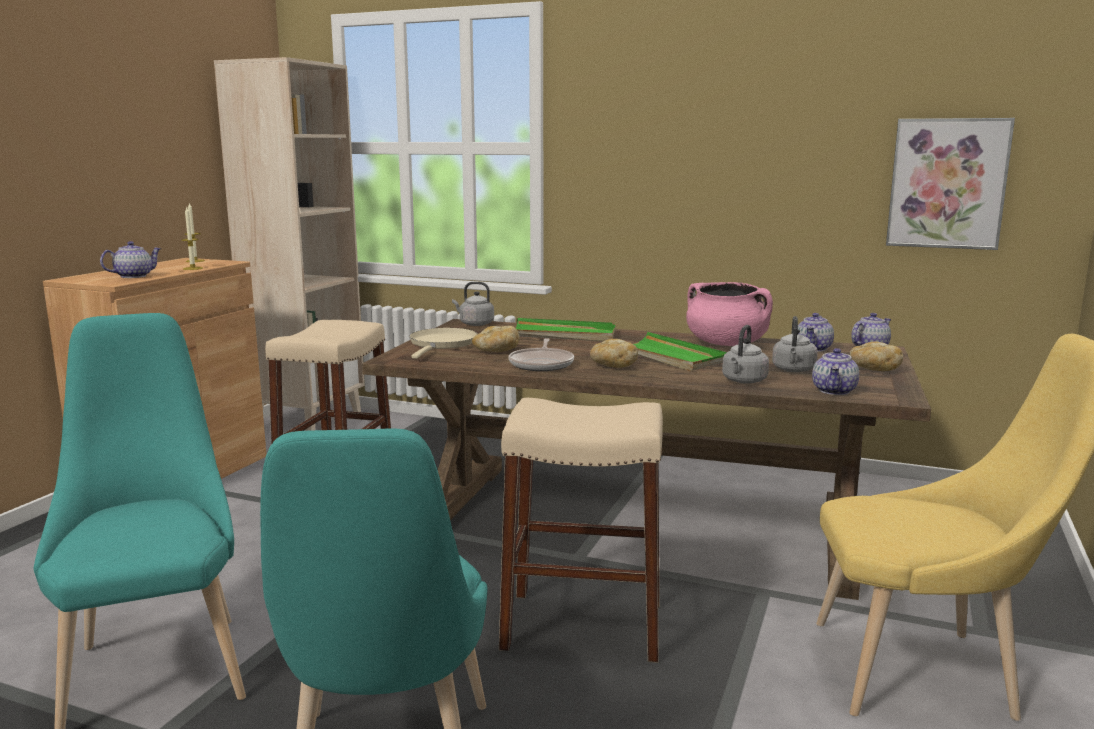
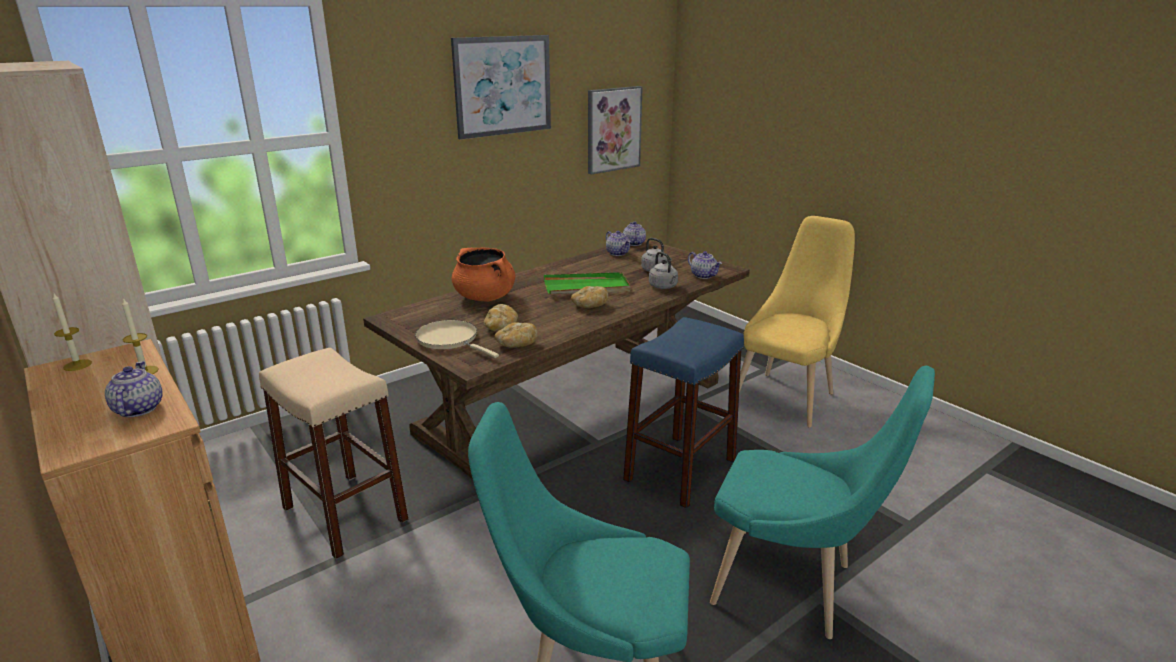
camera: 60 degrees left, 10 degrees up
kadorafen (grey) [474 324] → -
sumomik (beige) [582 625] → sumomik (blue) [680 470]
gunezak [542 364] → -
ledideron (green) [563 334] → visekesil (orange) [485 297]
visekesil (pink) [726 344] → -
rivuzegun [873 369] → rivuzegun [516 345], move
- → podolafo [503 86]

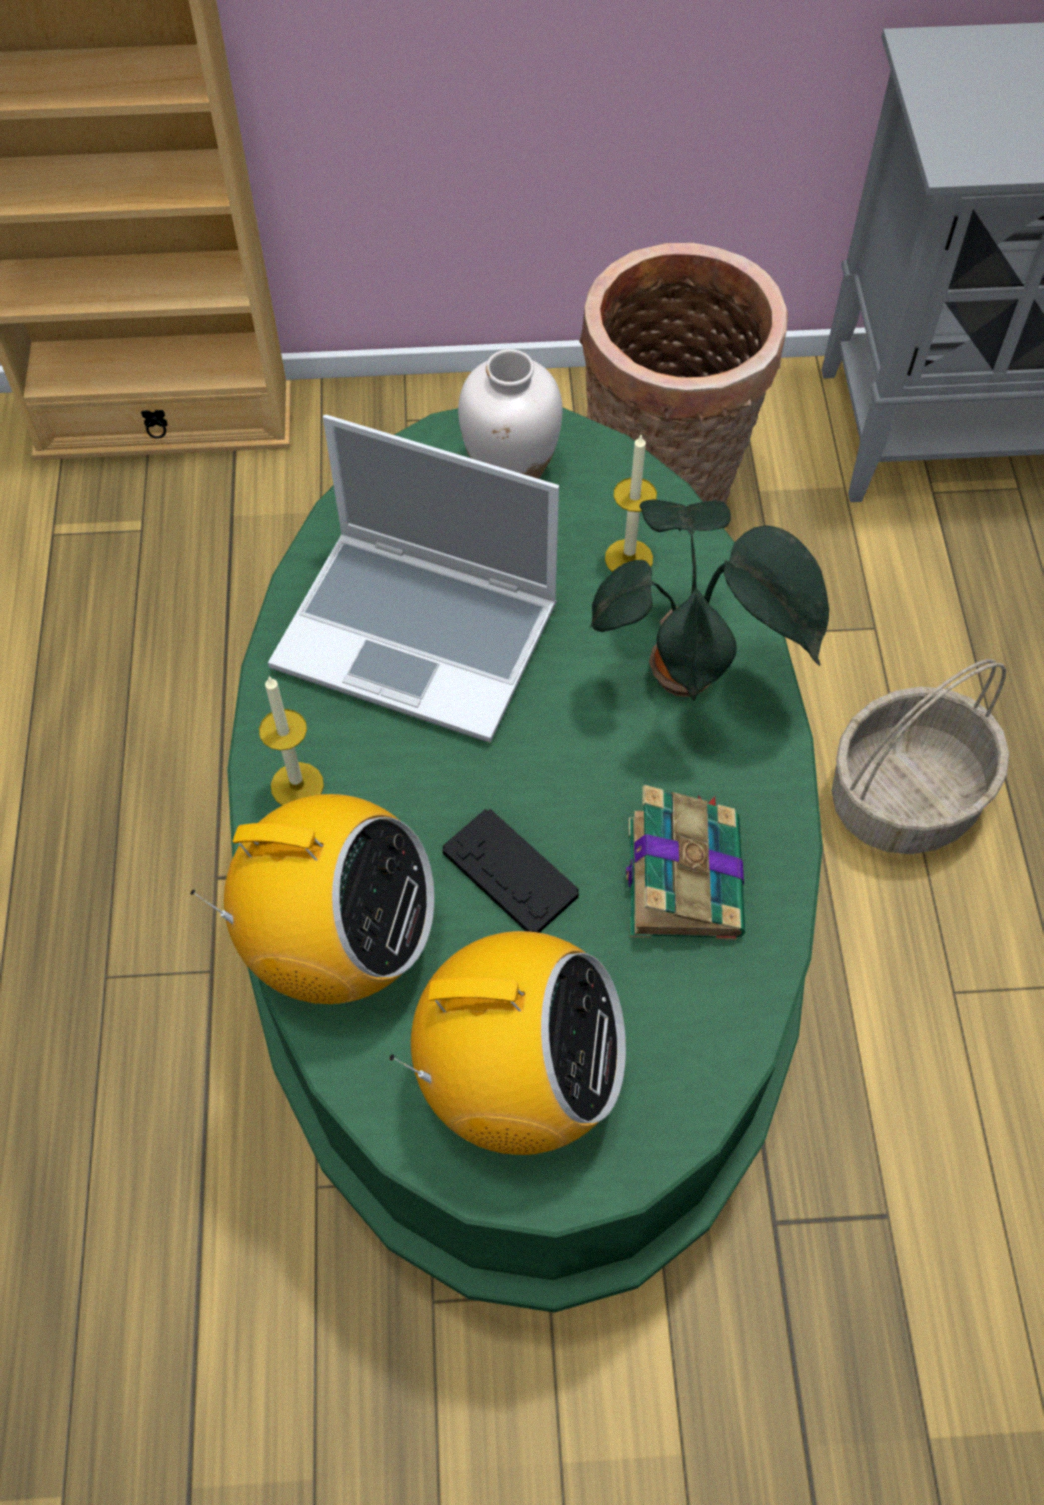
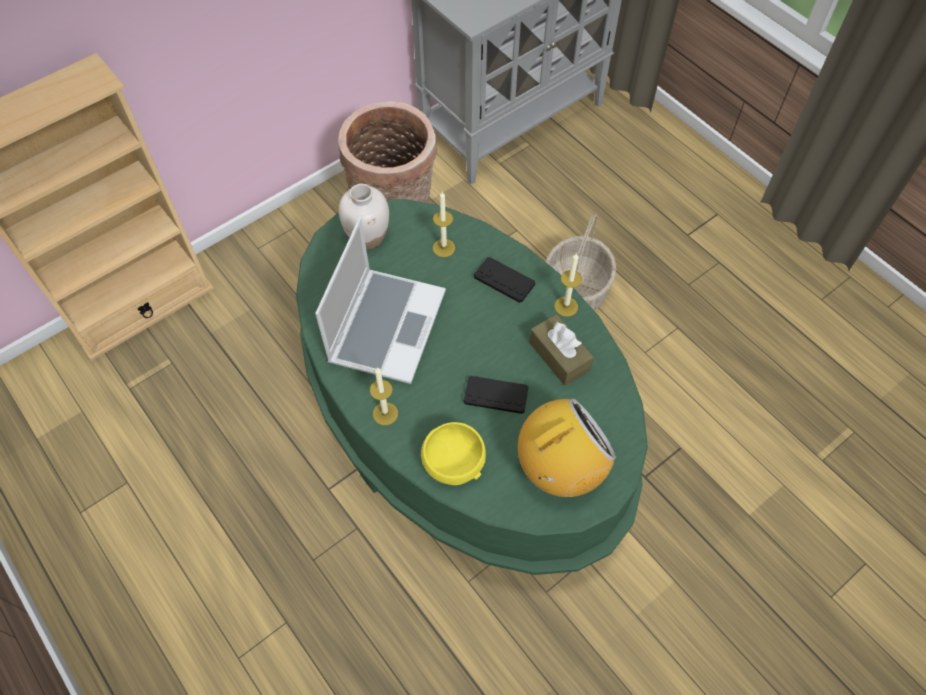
camera: 35 degrees left, 0 degrees up
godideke [339 944] → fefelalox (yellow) [453 463]
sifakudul [421 636] → sifakudul [386 325], 60 degrees counterclockwise
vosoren [691 677] → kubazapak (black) [504 280]
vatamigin [683 874] → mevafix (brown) [559 356]
- → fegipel [566 306]

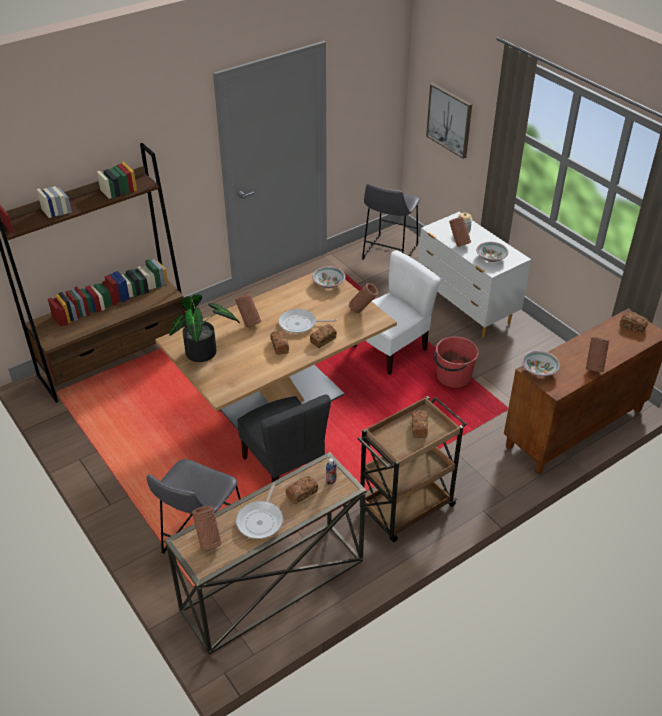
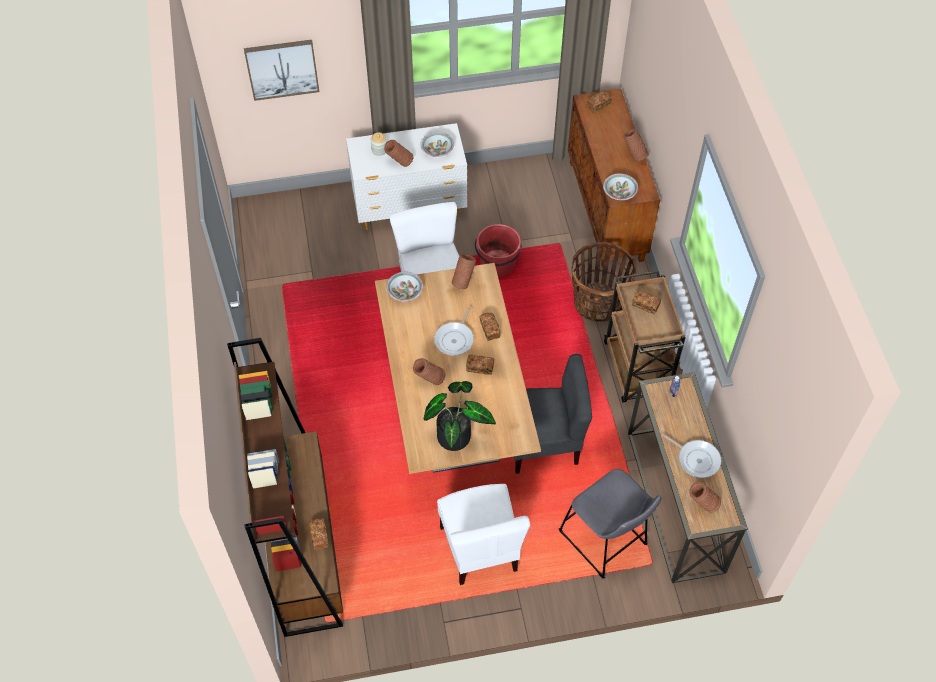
camera: 65 degrees left, 15 degrees up
rivuzegun [302 493] → rivuzegun [319 536], move
sumomik (grey) [388 253] → -
- → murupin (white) [480 548]
- → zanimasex [598 303]

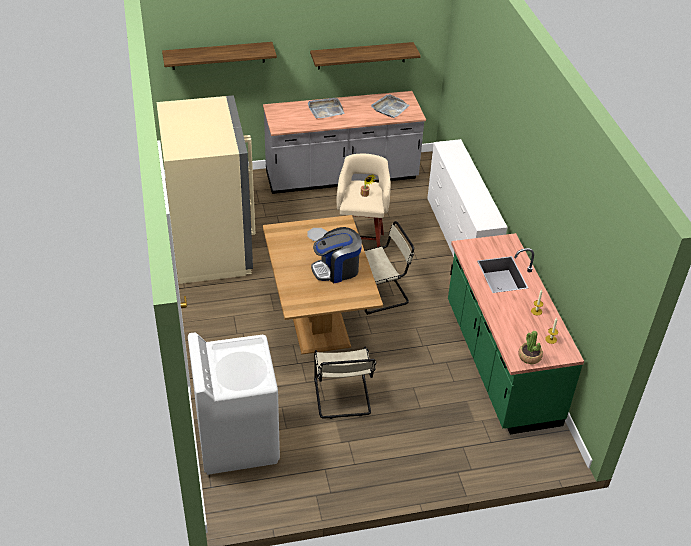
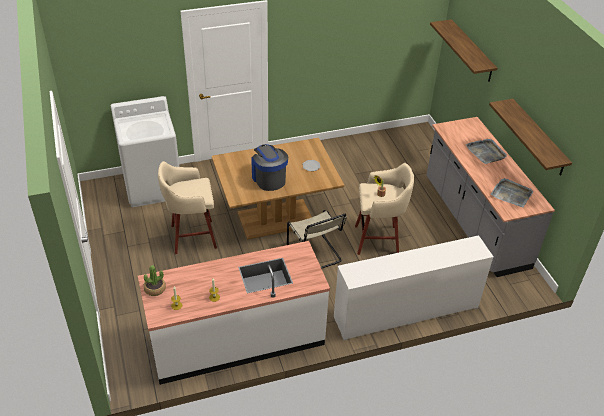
camera: 85 degrees right, 0 degrees up
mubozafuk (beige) [211 247] → -
murupin (beige) [342 398] → sumomik (beige) [191 237]
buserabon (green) [500 362] → buserabon (white) [236 339]

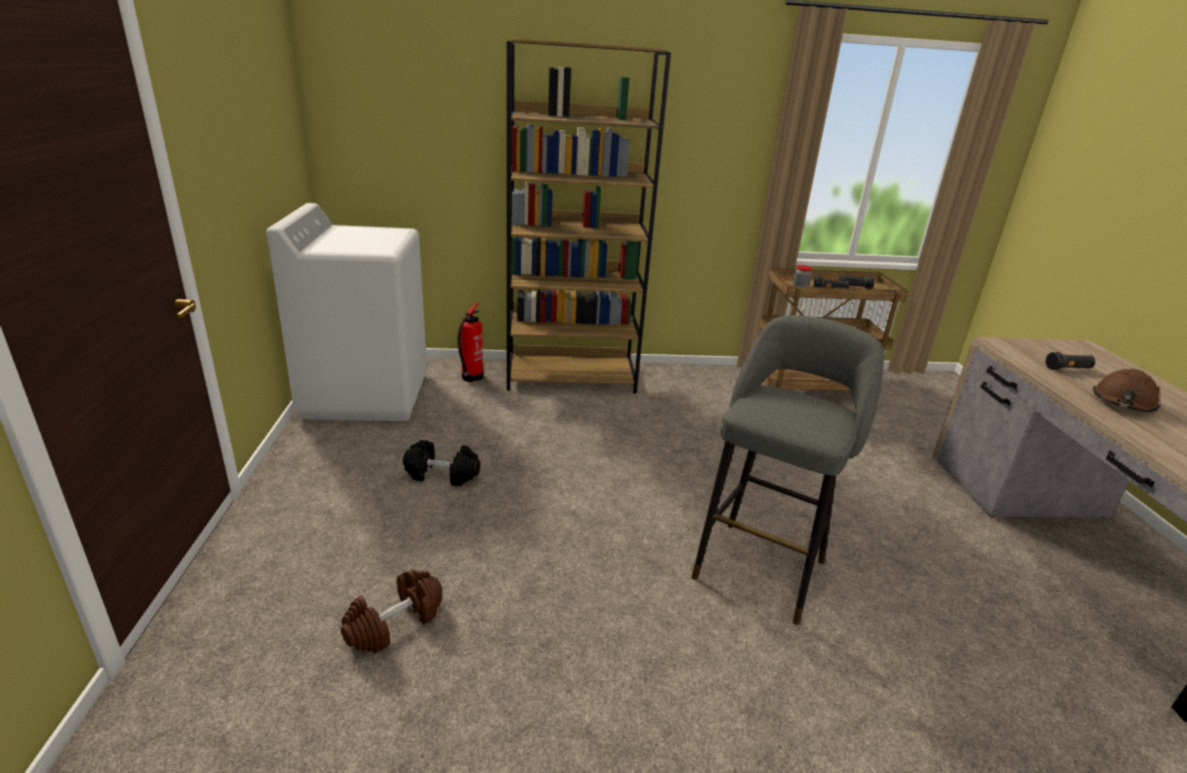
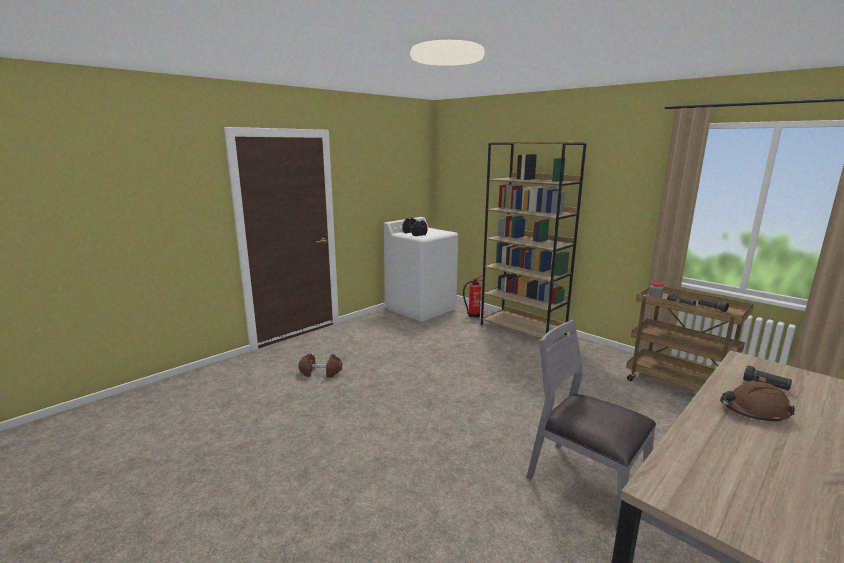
camera: 50 degrees right, 10 degrees down
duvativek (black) [442 475] → duvativek (black) [415 234], move
sumomik (grey) [762 565] → -
- → murupin (grey) [585 480]

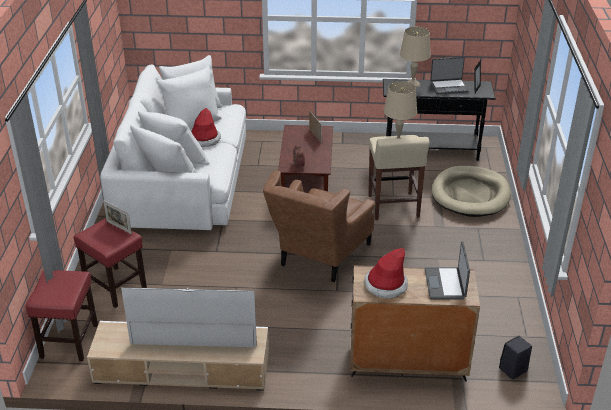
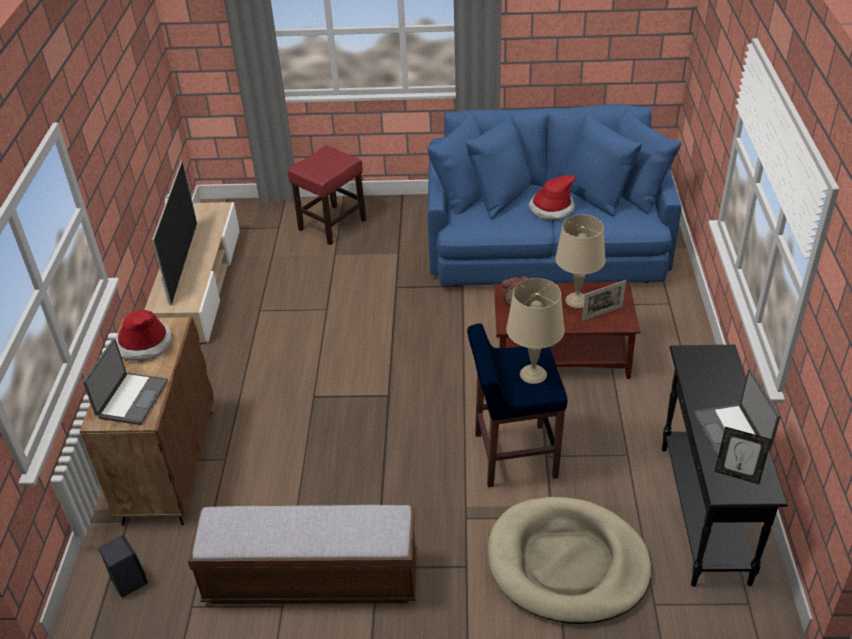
camera: 90 degrees right, 5 degrees up
sumomik (red) [69 340] → -
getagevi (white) [182 180] → getagevi (blue) [546 243]
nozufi [119 227] → -
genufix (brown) [319 258] → -
sumomik (beige) [393 207] → sumomik (blue) [513 455]
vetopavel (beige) [412 84] → vetopavel (beige) [577 300], move
sifakudul [446 284] → sifakudul [131 399], 105 degrees clockwise
- → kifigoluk [311 579]

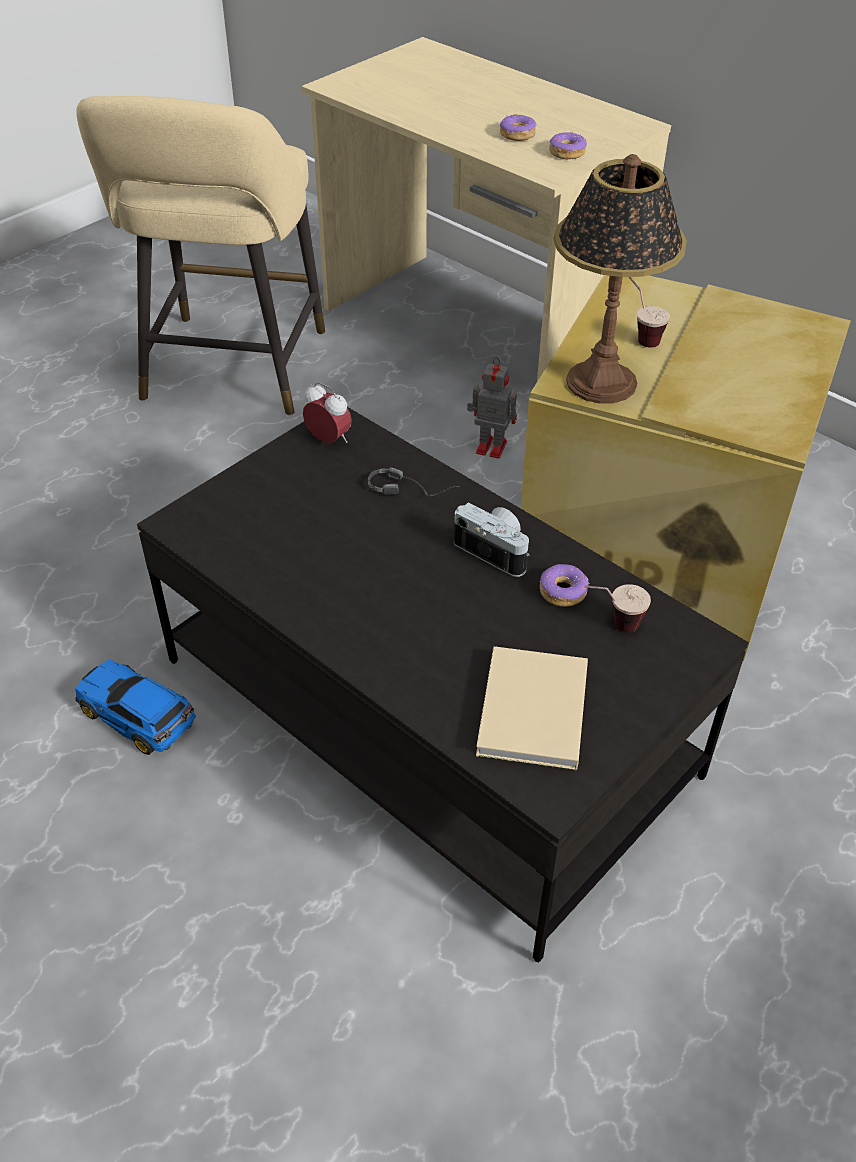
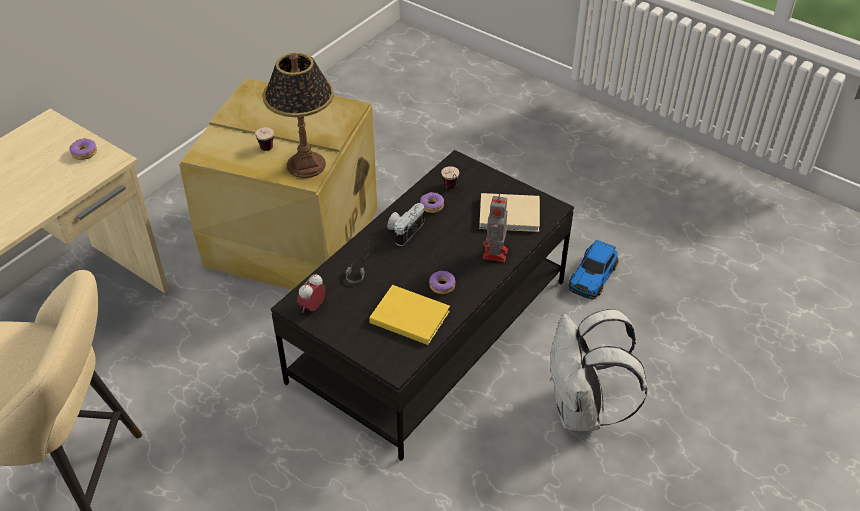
camera: 95 degrees left, 0 degrees up
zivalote [138 716] → zivalote [593 275], move
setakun [489 446] → setakun [495 254], move
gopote [517 135] → gopote [442 286], move
- → vatamigin (yellow) [408 315]
- → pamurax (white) [582 411]

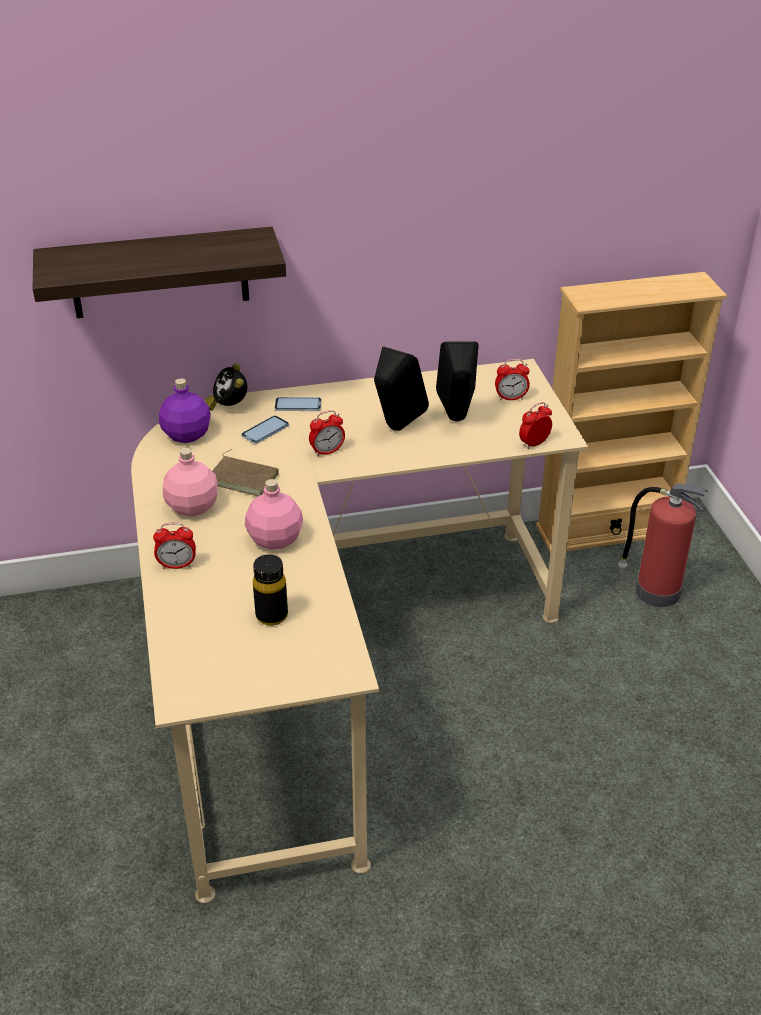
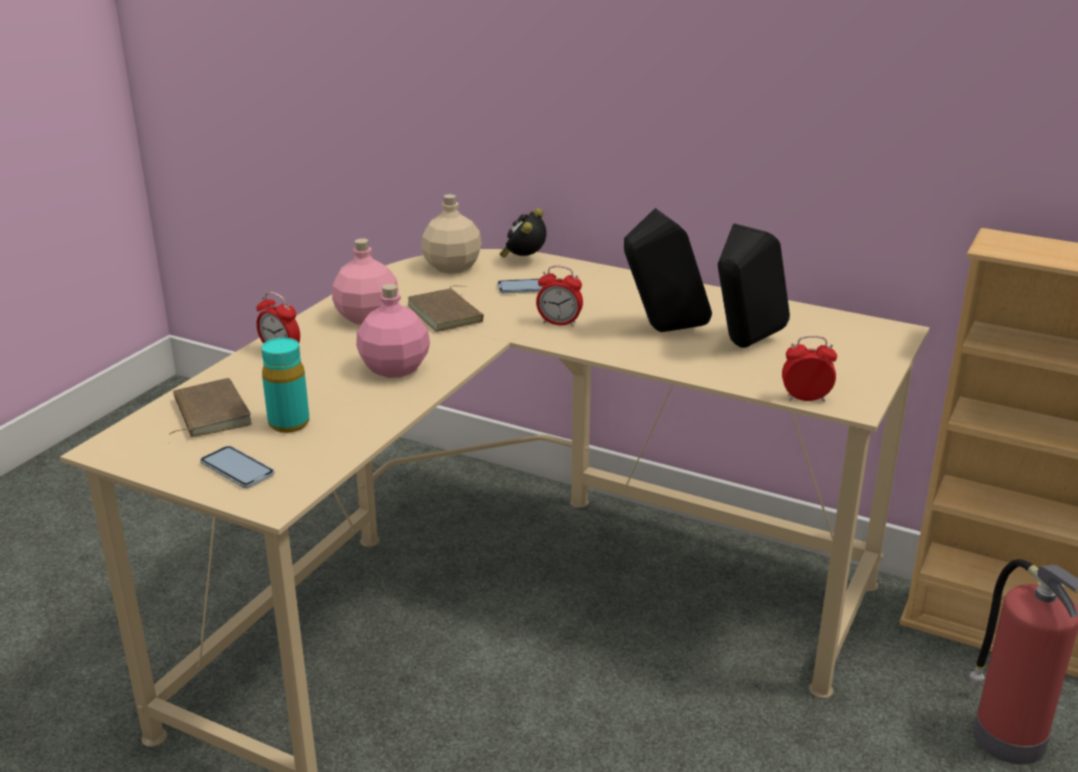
camera: 40 degrees right, 10 degrees down
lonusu [159 273] → -
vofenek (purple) [186 435] → vofenek (beige) [451 267]
vofenek (black) [271 616] → vofenek (turquoise) [289 423]
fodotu [298 405] → fodotu [237 469], move
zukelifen [511 398] → -
- → vatamigin (brown) [209 413]

